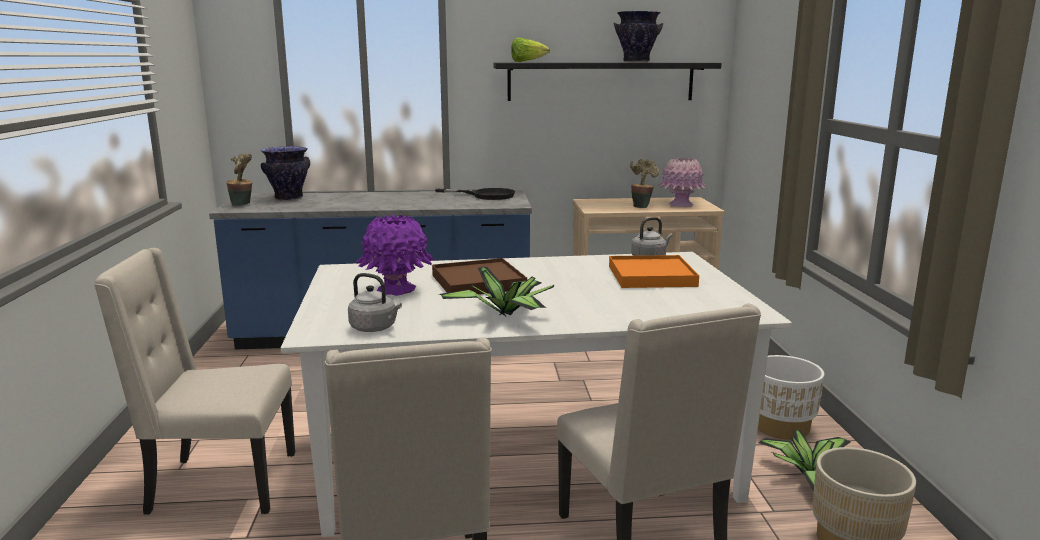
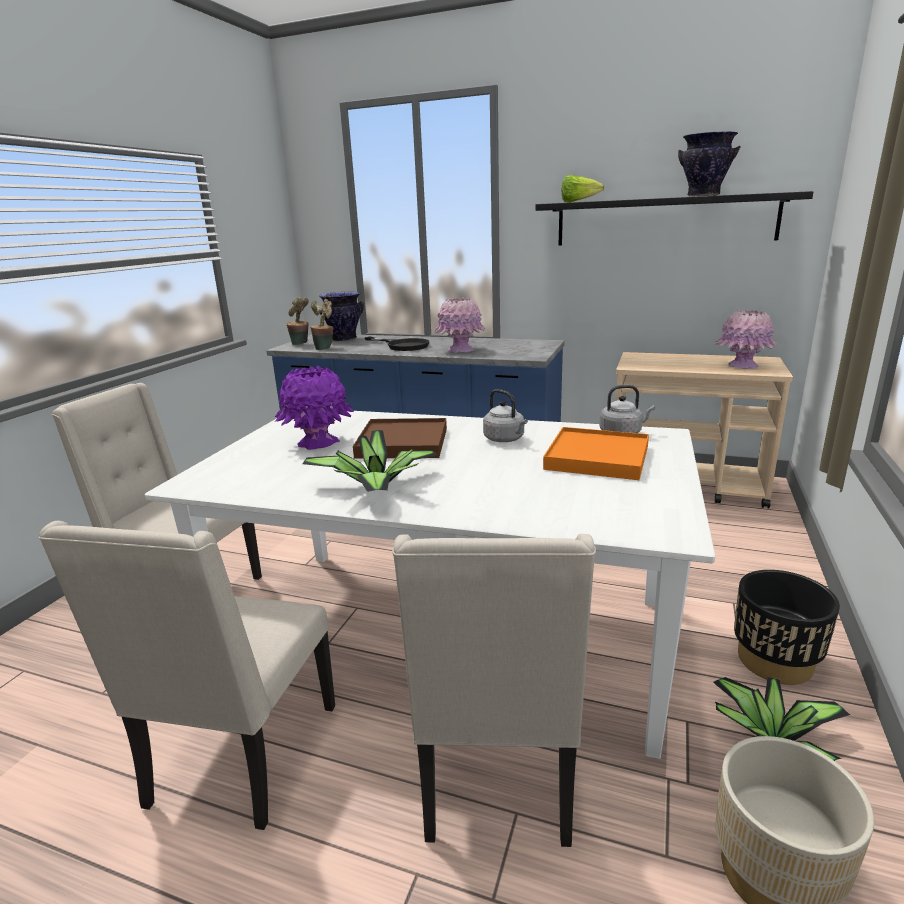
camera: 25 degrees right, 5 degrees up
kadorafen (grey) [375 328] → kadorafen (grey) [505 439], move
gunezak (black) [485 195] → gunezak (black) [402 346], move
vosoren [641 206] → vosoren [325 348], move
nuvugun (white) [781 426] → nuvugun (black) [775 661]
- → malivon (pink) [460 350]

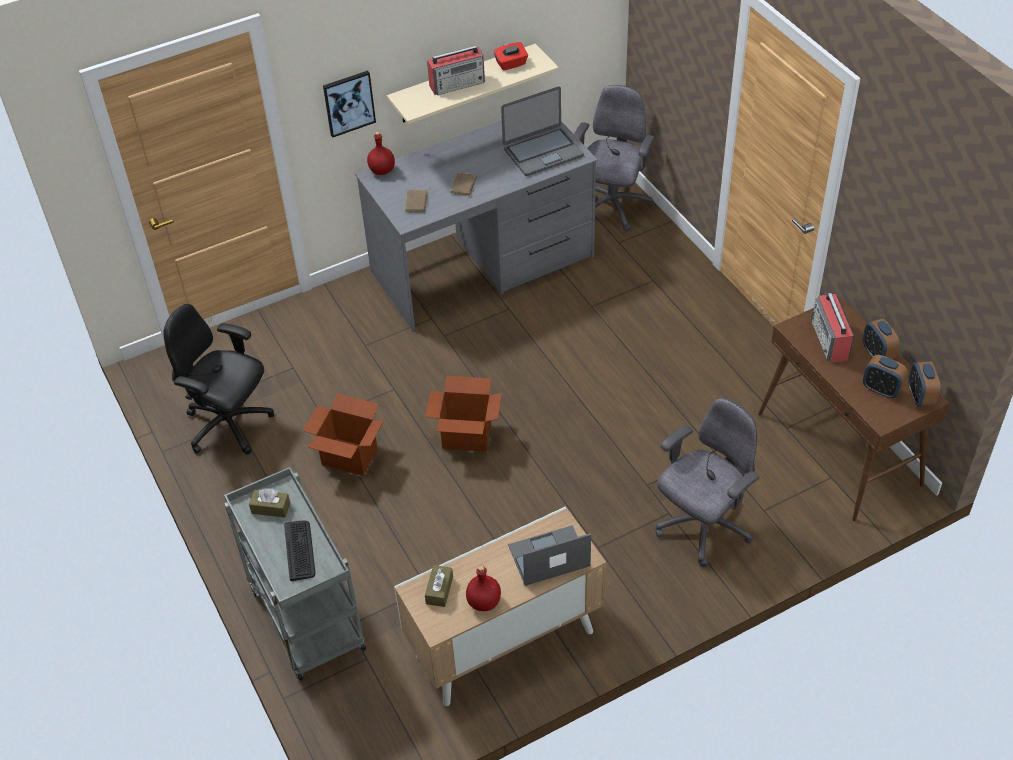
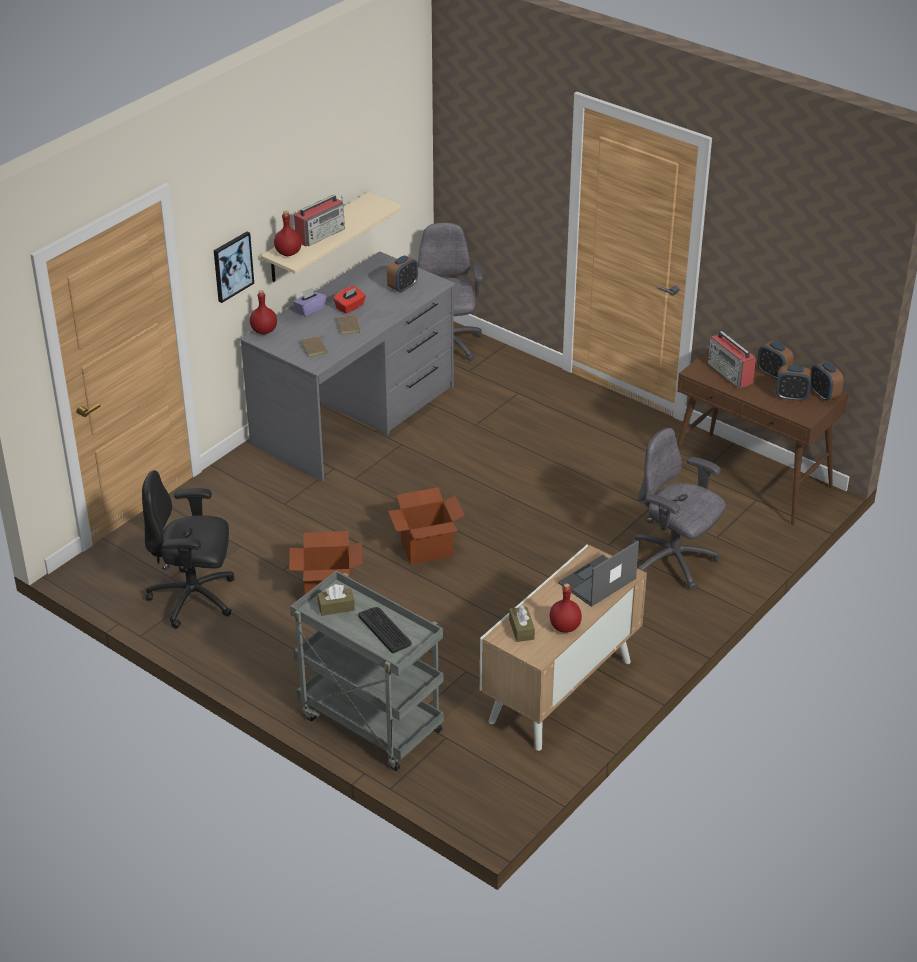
camera: 25 degrees left, 10 degrees down
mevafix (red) [511 64] → mevafix (red) [350 307], move
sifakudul [542 152] → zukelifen [402 287]
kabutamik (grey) [702 527] → kabutamik (grey) [673 562], 75 degrees counterclockwise
- → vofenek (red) [288 253]
- → mevafix (purple) [310 310]

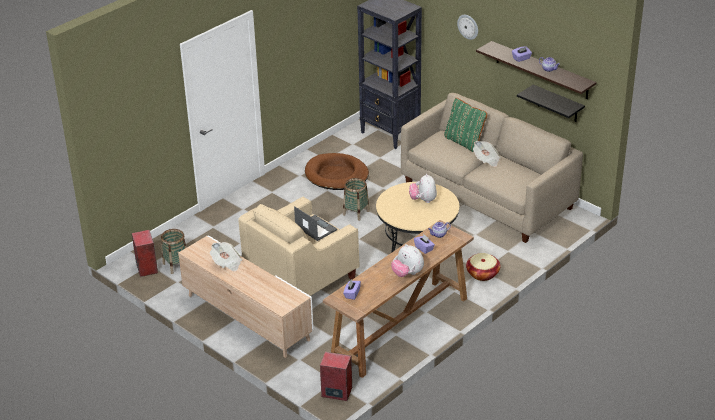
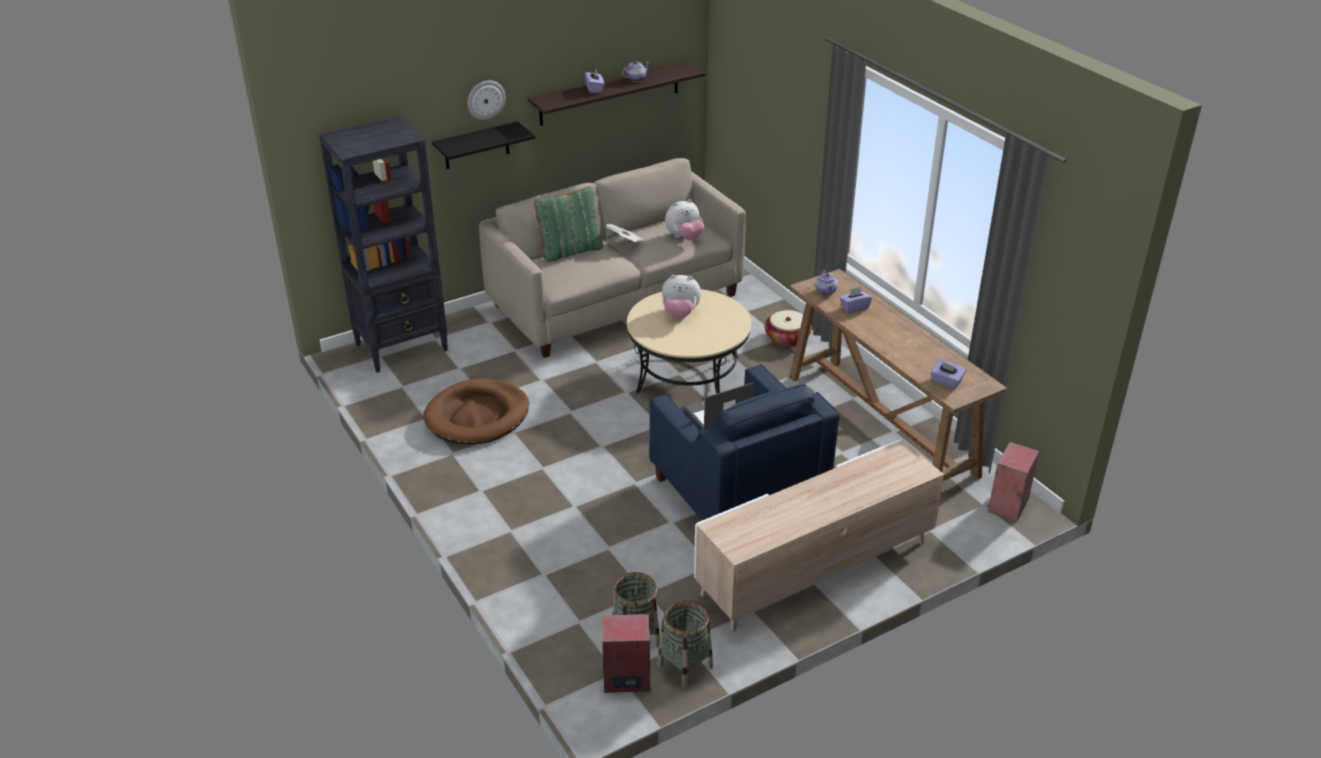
camera: 75 degrees left, 0 degrees up
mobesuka [227 263] → -
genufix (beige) [301 279] → genufix (blue) [736 496]
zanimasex [356 213] → zanimasex [685 666], move
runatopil [407 274] → runatopil [684 237], move
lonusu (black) [558 104] → lonusu (black) [476 146], move

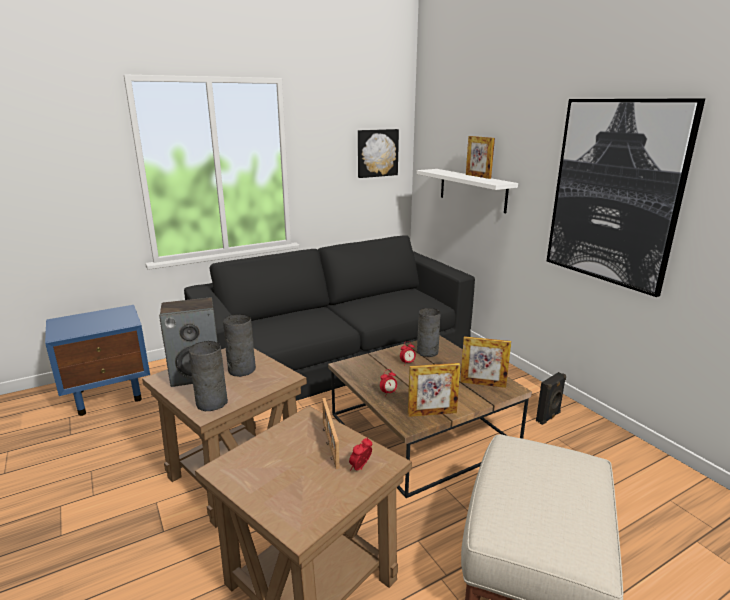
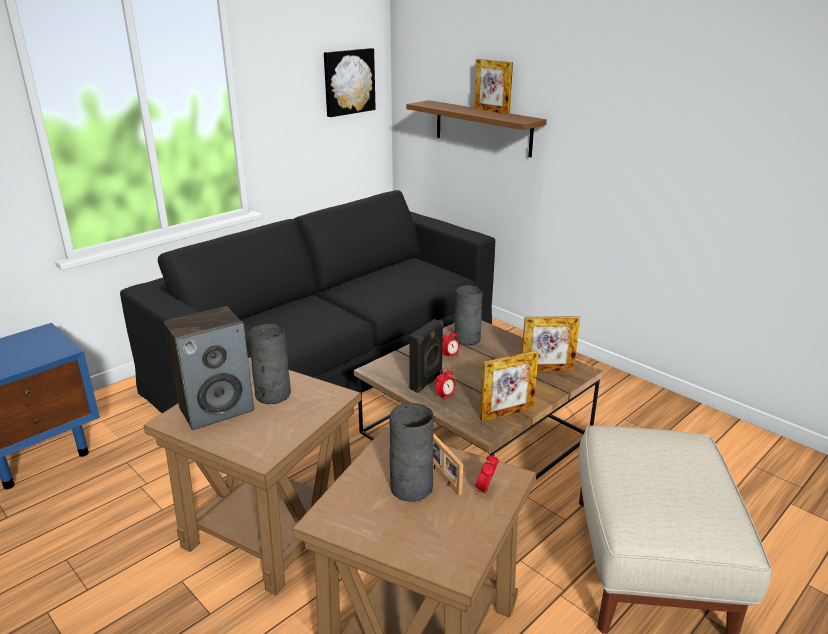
camera: 15 degrees left, 5 degrees up
malivon (grey) [211 402] → malivon (grey) [410 487], move
lonusu (white) [472 190] → lonusu (brown) [482 128]
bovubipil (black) [548 417] → bovubipil (black) [427 382], move
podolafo [614 193] → -

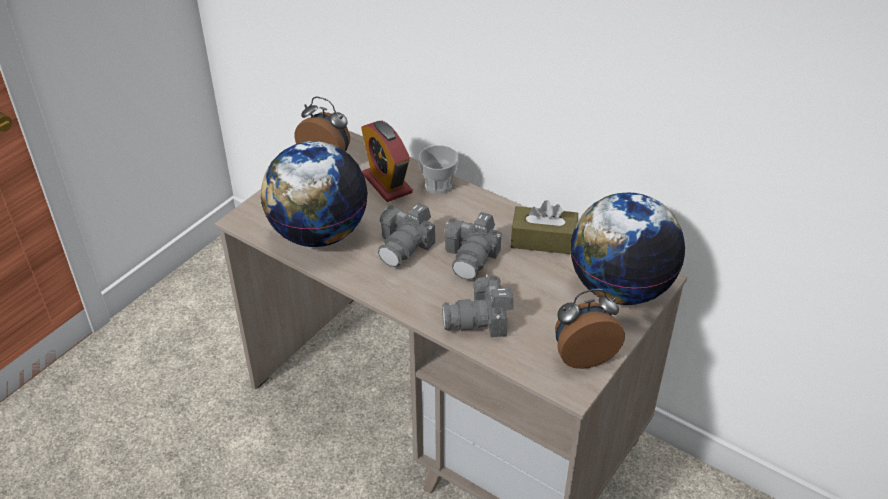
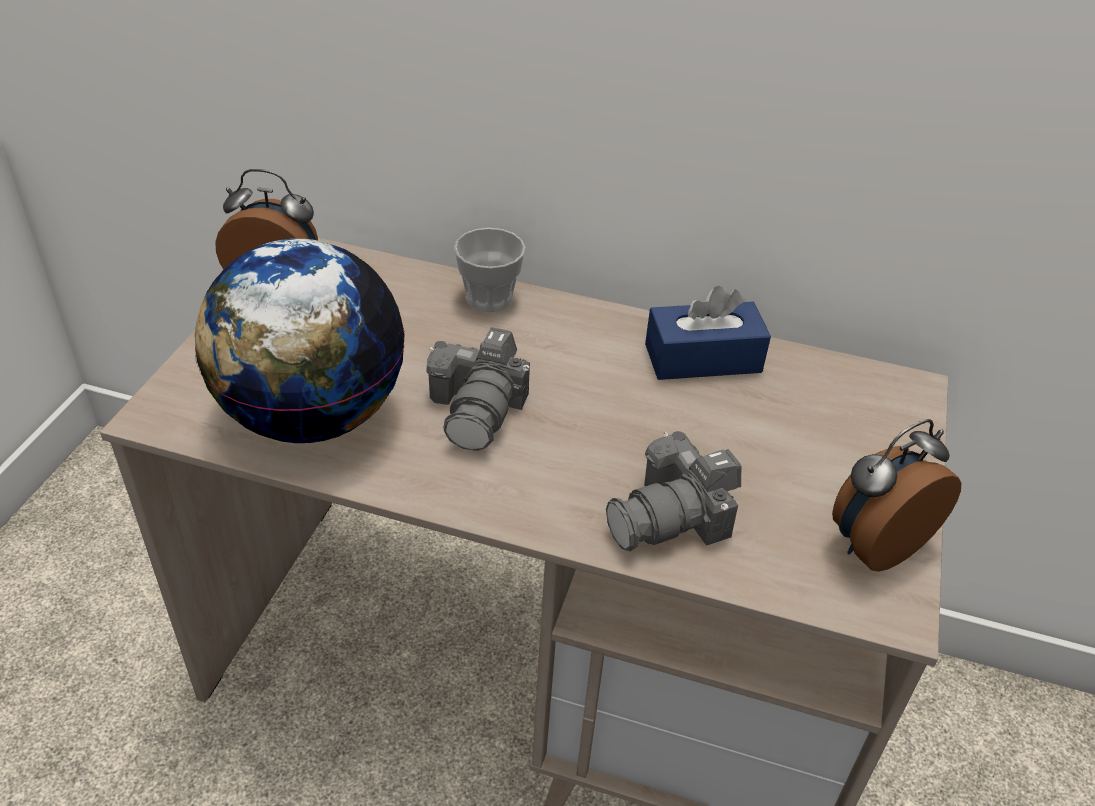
camera: 20 degrees left, 0 degrees up
zukelifen [387 183] → -
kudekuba [472 257] → -
mevafix (brown) [543 240] → mevafix (blue) [702 358]
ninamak [620 288] → -

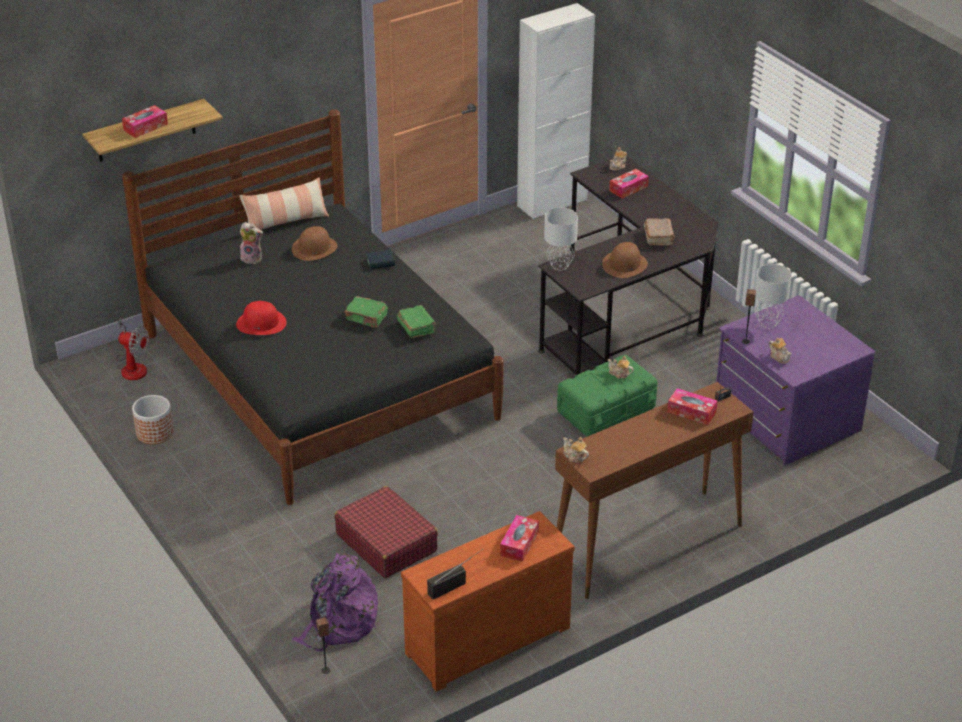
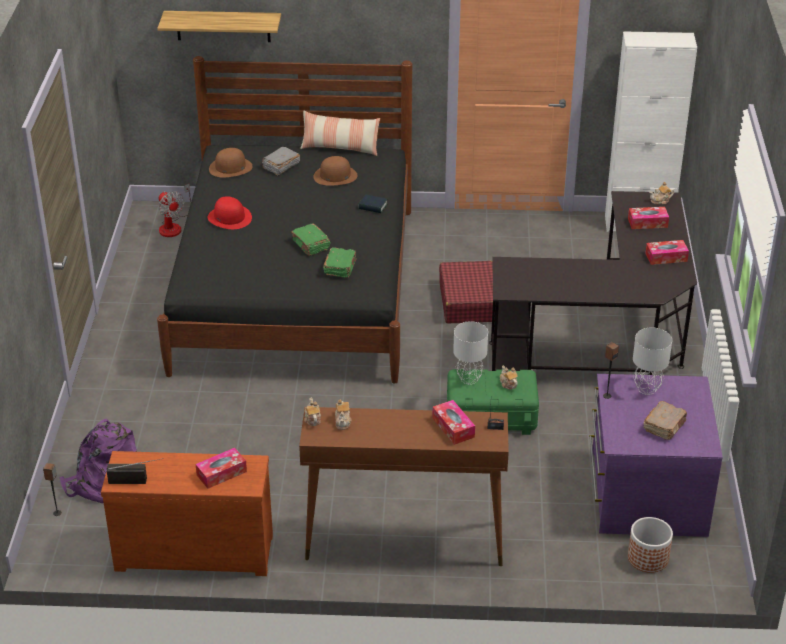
camera: 35 degrees right, 0 degrees up
mevafix [145 127] → mevafix [666 257], move
nuvugun [154 433] → nuvugun [647 558], move
runatopil [252 258] → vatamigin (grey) [280 166]
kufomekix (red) [386 542] → kufomekix (red) [469 302], move
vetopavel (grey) [560 265] → vetopavel (grey) [470 379], move
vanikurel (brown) [624 264] → vanikurel (brown) [230 167], move
vatamigin (brown) [658 237] → vatamigin (brown) [665 426], move
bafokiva [779 357] → bafokiva [343 421], move

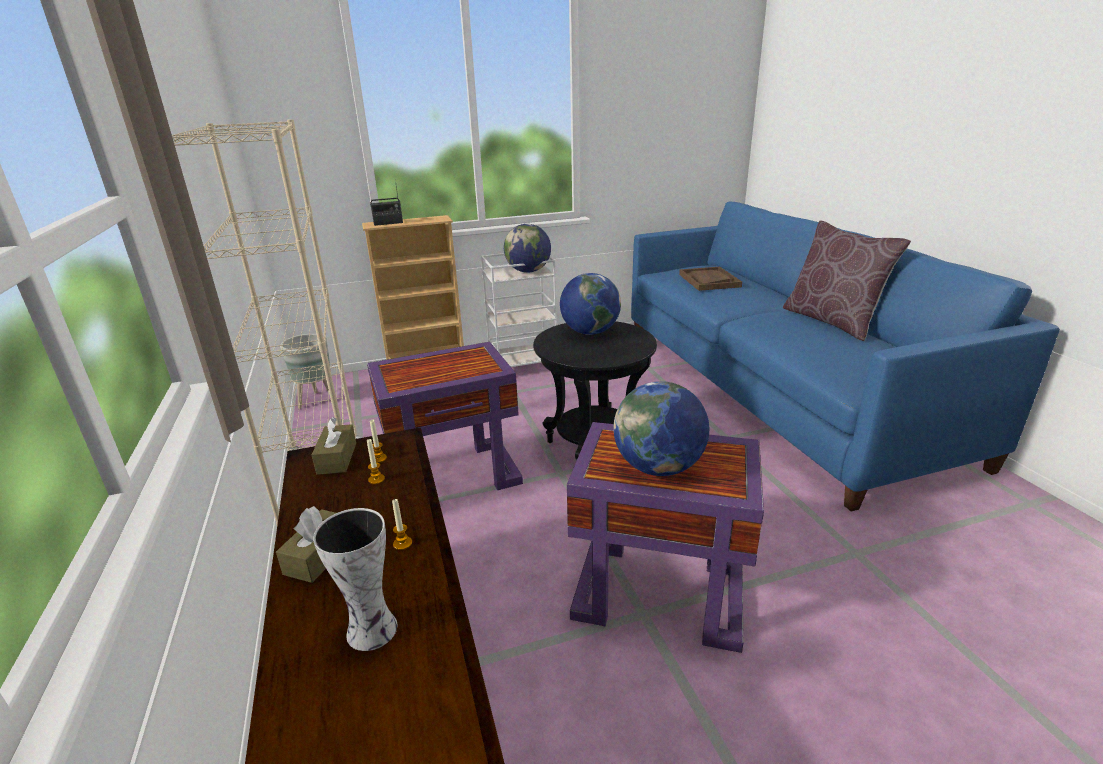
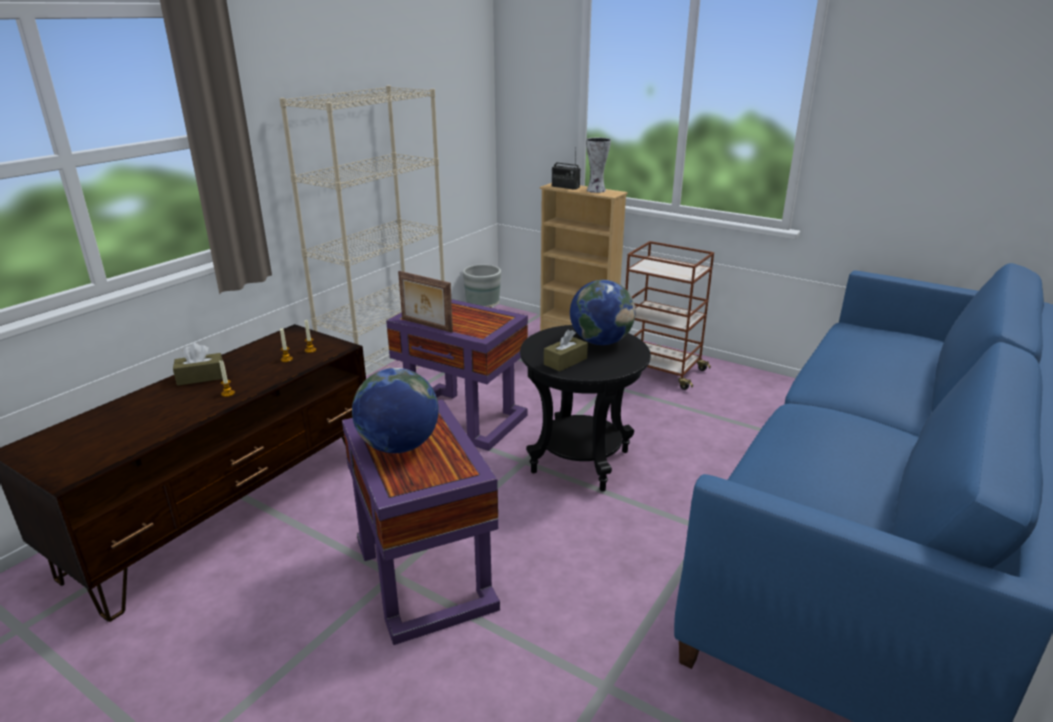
camera: 50 degrees right, 0 degrees up
mevafix (brown) [337 458] → mevafix (brown) [565 361], move
malivon [372 632] → malivon [595 190], move
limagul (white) [524 366] → limagul (brown) [660 371]
ninamak [528 271] → -
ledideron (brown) [709 280] → -
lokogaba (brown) [832 321] → -
- → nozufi [426 325]

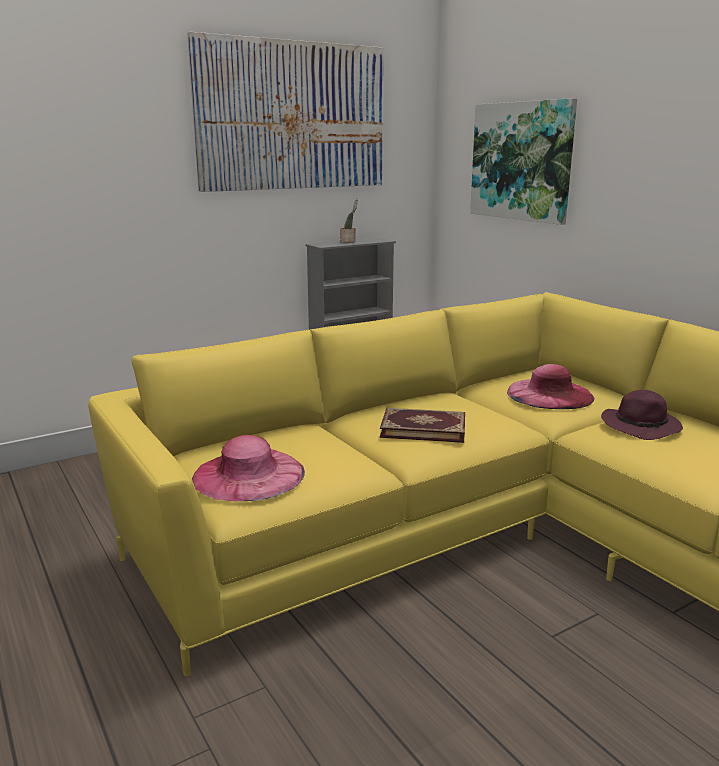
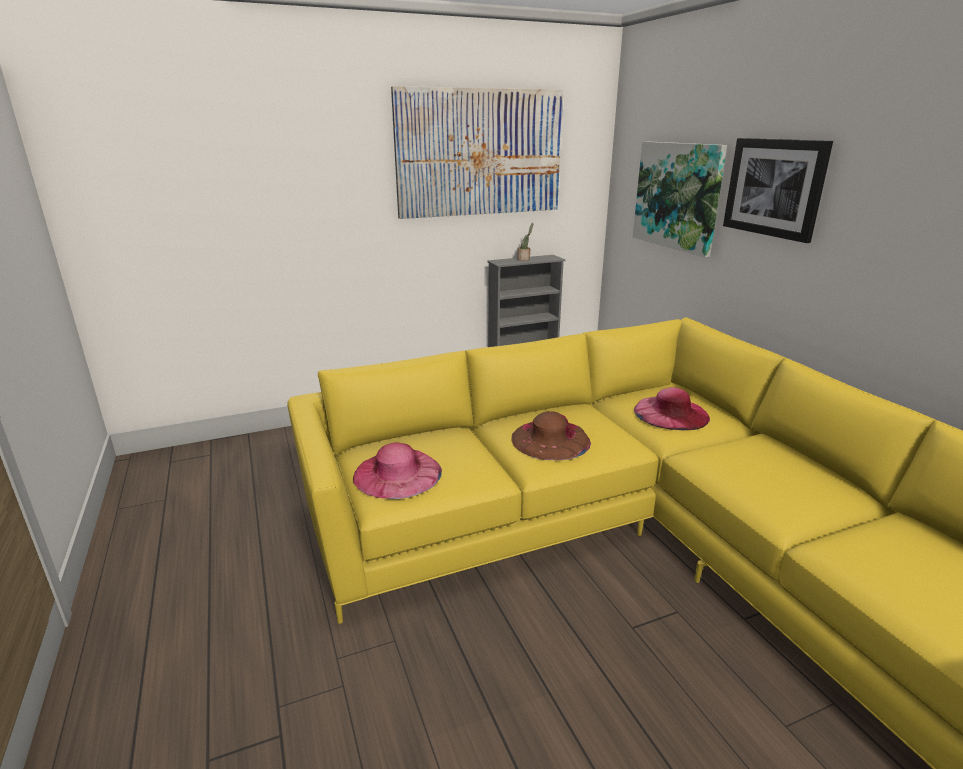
camera: 10 degrees right, 5 degrees up
vatamigin [423 428] → vanikurel (brown) [550 439]
vanikurel (purple) [642 427] → -
- → podolafo [774 188]

